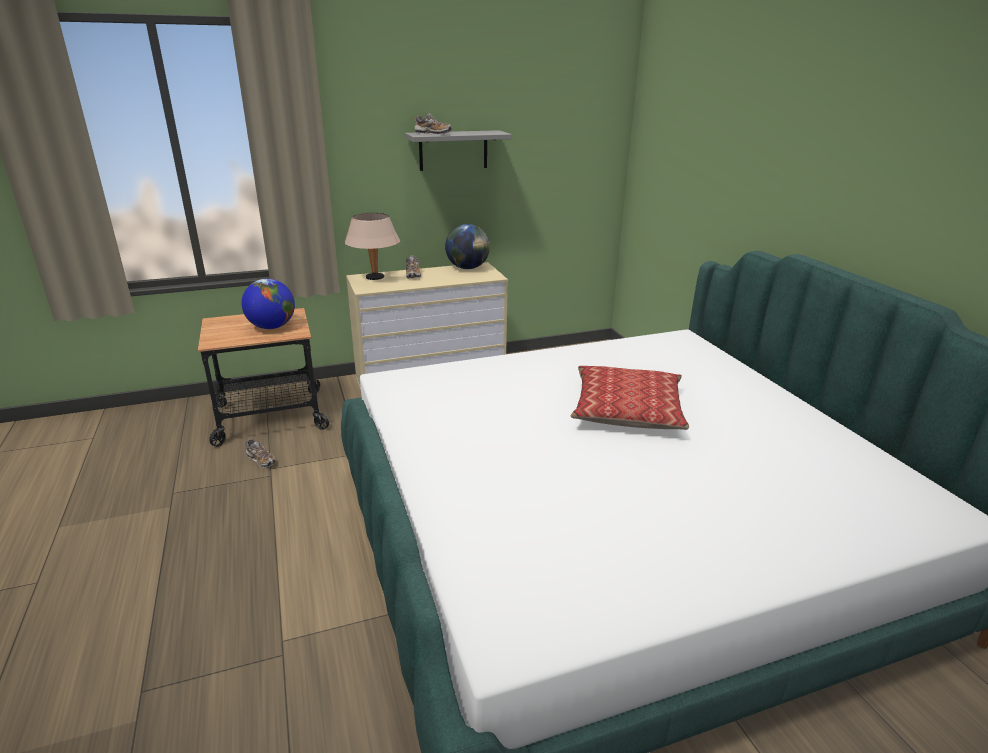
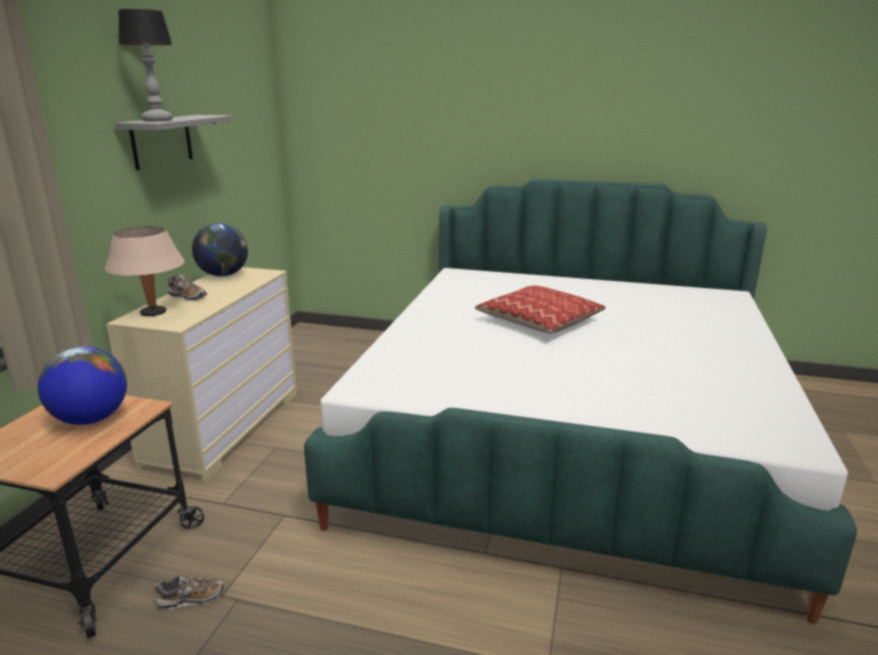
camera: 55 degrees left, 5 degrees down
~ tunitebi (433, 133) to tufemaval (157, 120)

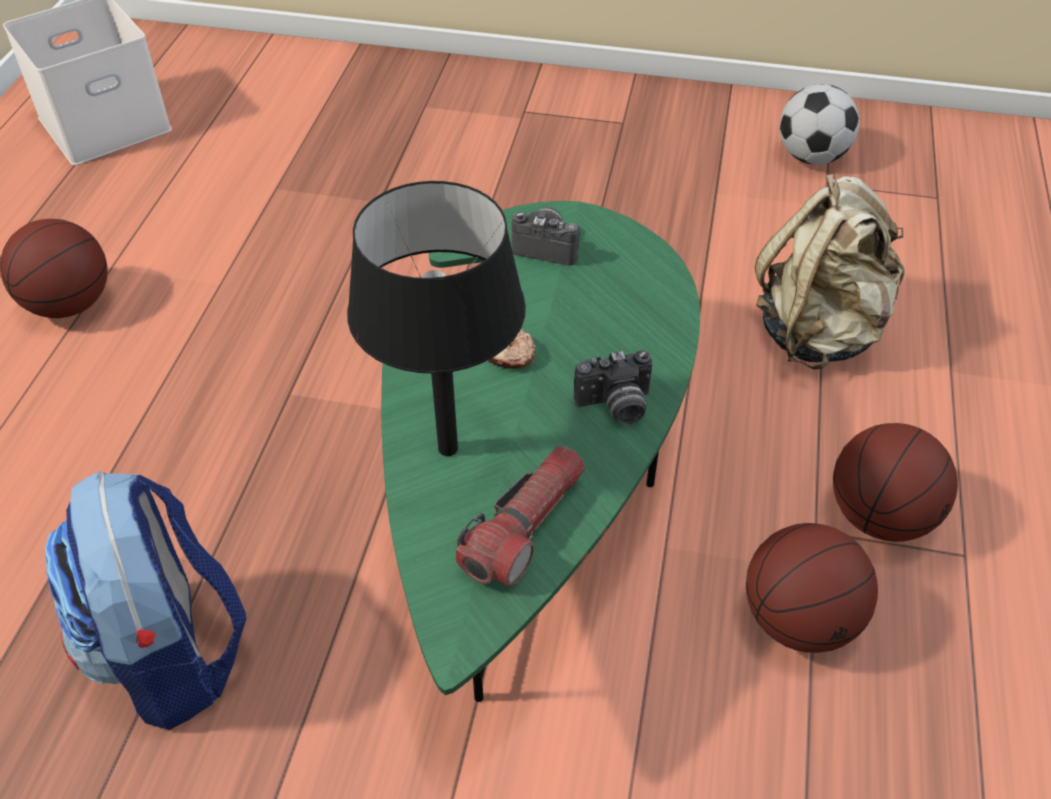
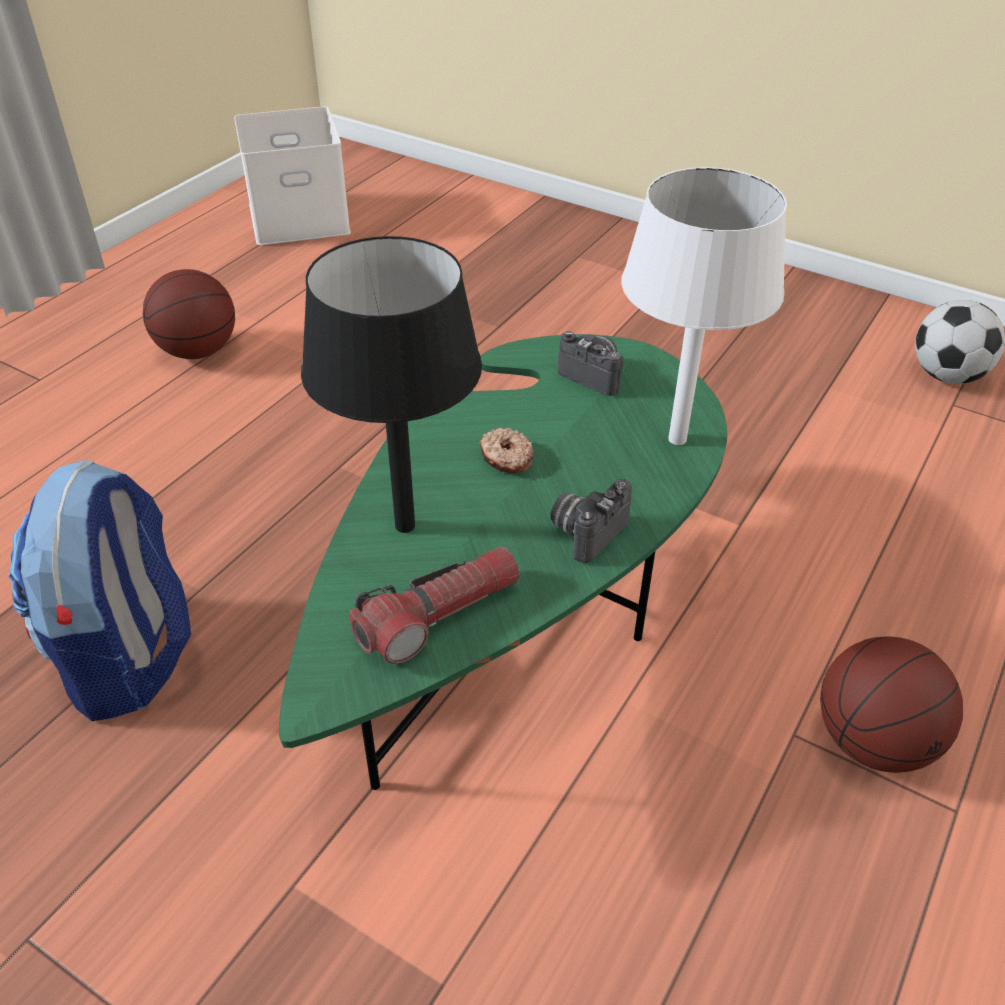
camera: 20 degrees right, 5 degrees down
- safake (798, 620)
- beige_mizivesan (819, 331)
+ white_tufemaval (677, 439)
~ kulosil (615, 407) = (586, 531) 120 degrees clockwise

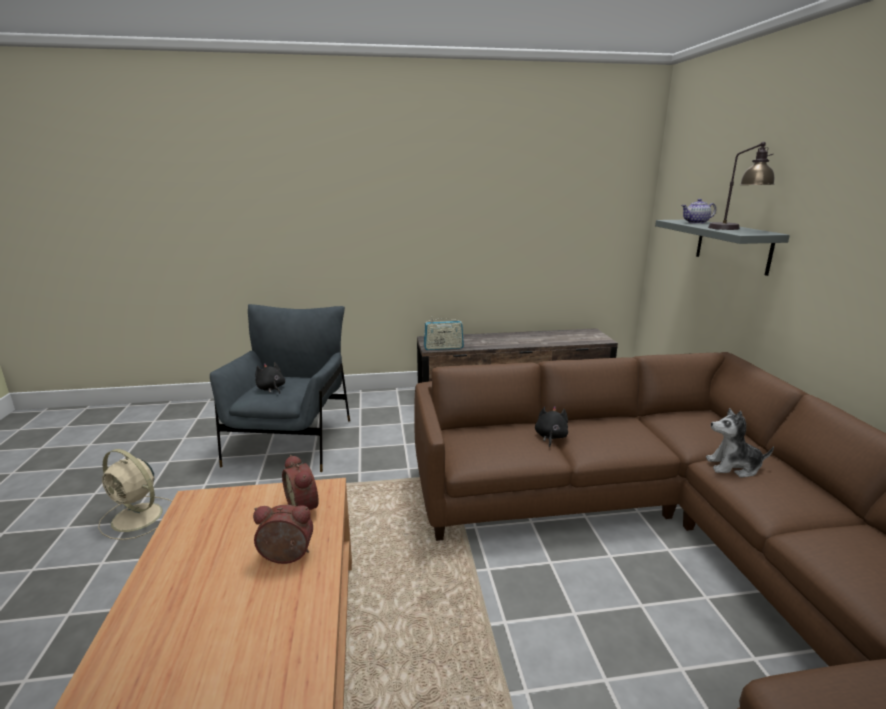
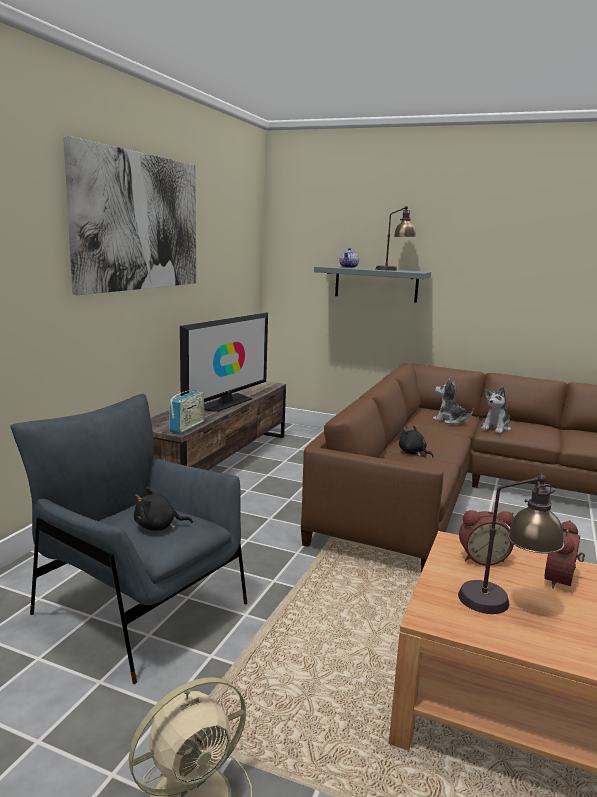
camera: 60 degrees left, 5 degrees down
+ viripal (138, 222)
+ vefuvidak (225, 403)
+ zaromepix (449, 420)
+ tufemaval (504, 603)

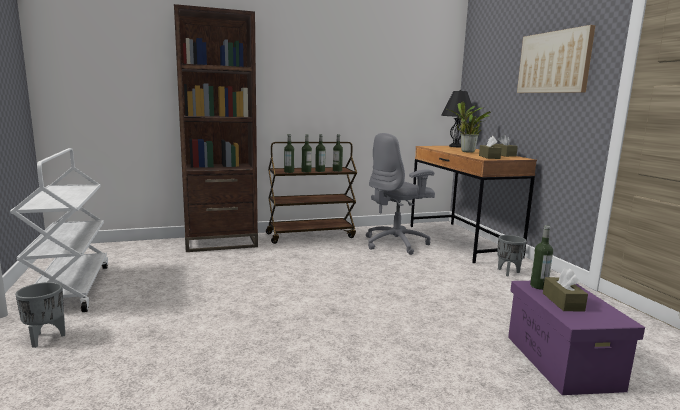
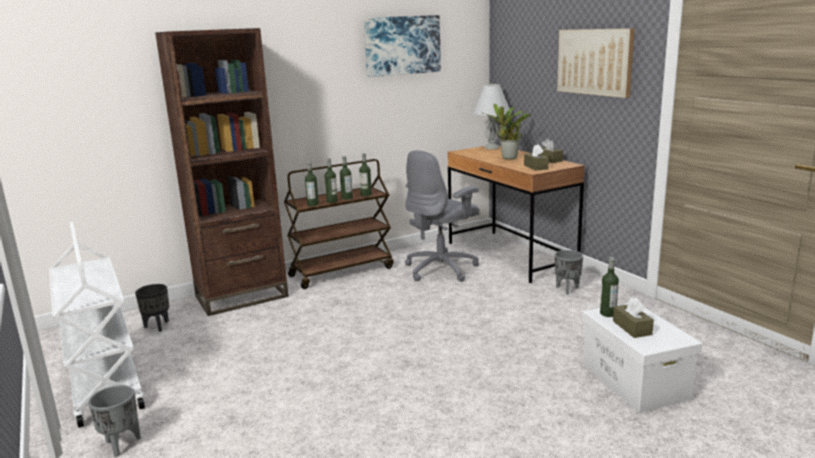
camera: 10 degrees left, 5 degrees up
+ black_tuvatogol (158, 326)
+ viripal (402, 45)
~ black_tufemaval (455, 146) to white_tufemaval (491, 147)
~ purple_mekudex (560, 361) to white_mekudex (633, 380)

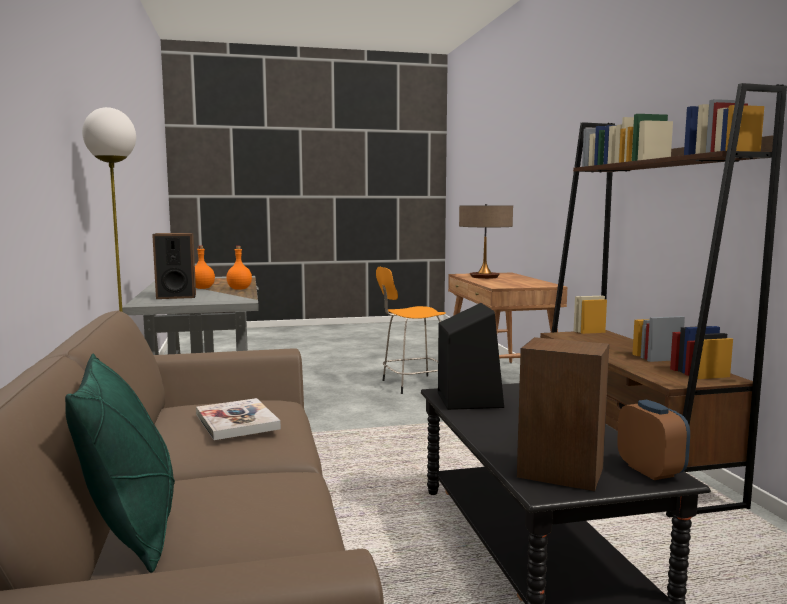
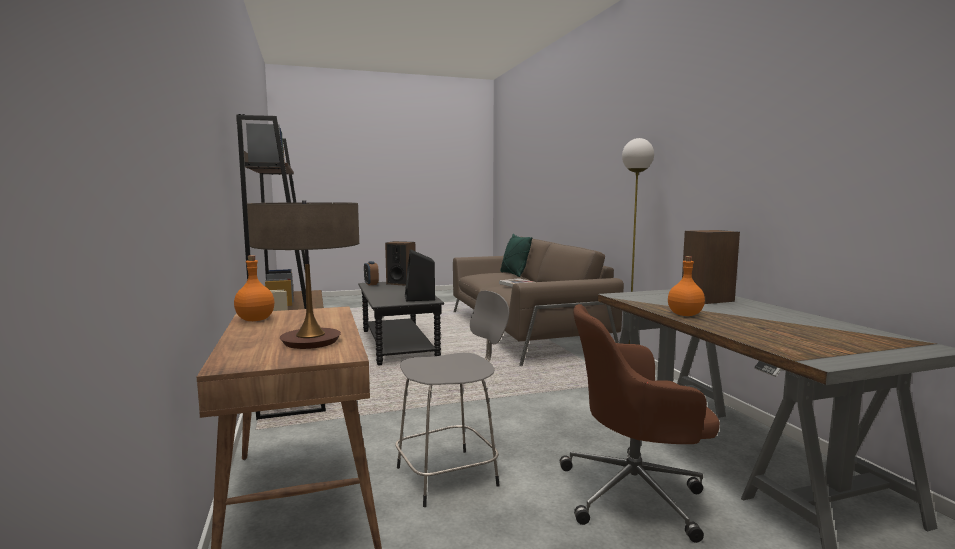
camera: 175 degrees right, 0 degrees up
+ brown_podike (635, 493)
~ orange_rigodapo (202, 288) to (255, 320)
~ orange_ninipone (412, 384) to grey_ninipone (450, 475)

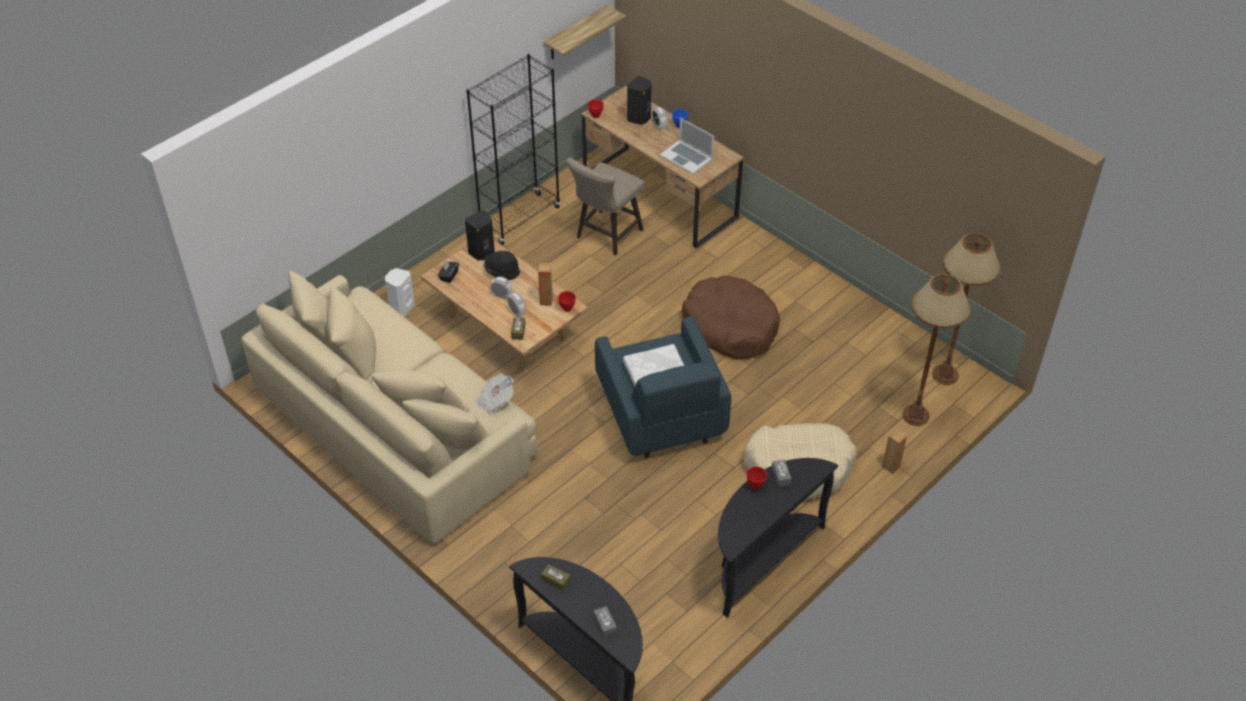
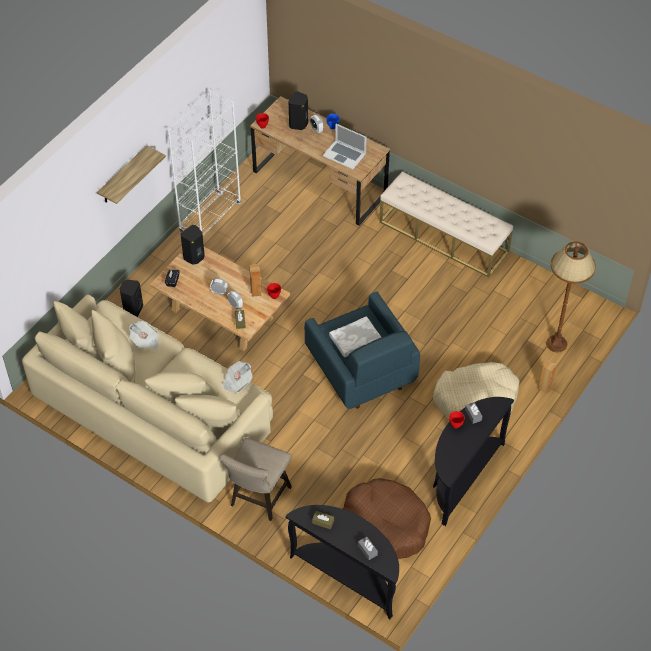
camera: 10 degrees left, 5 degrees up
- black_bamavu (502, 271)
- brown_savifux (945, 375)
+ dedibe (145, 341)
+ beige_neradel (444, 237)
~ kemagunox (576, 33) to (123, 176)
~ beige_ninipone (606, 236) to (258, 499)
~ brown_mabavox (730, 326) to (385, 524)
~ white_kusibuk (401, 308) to black_kusibuk (132, 309)
~ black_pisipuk (520, 219) to white_pisipuk (210, 218)

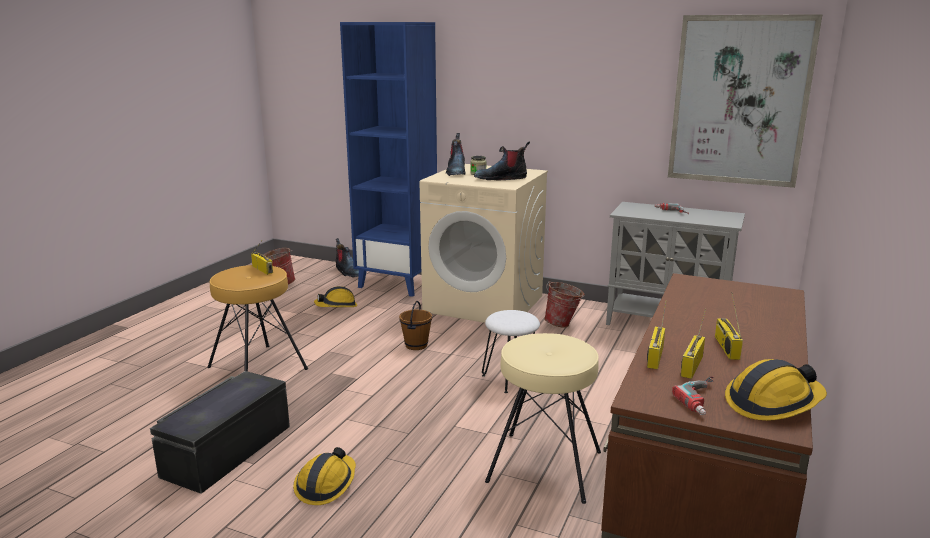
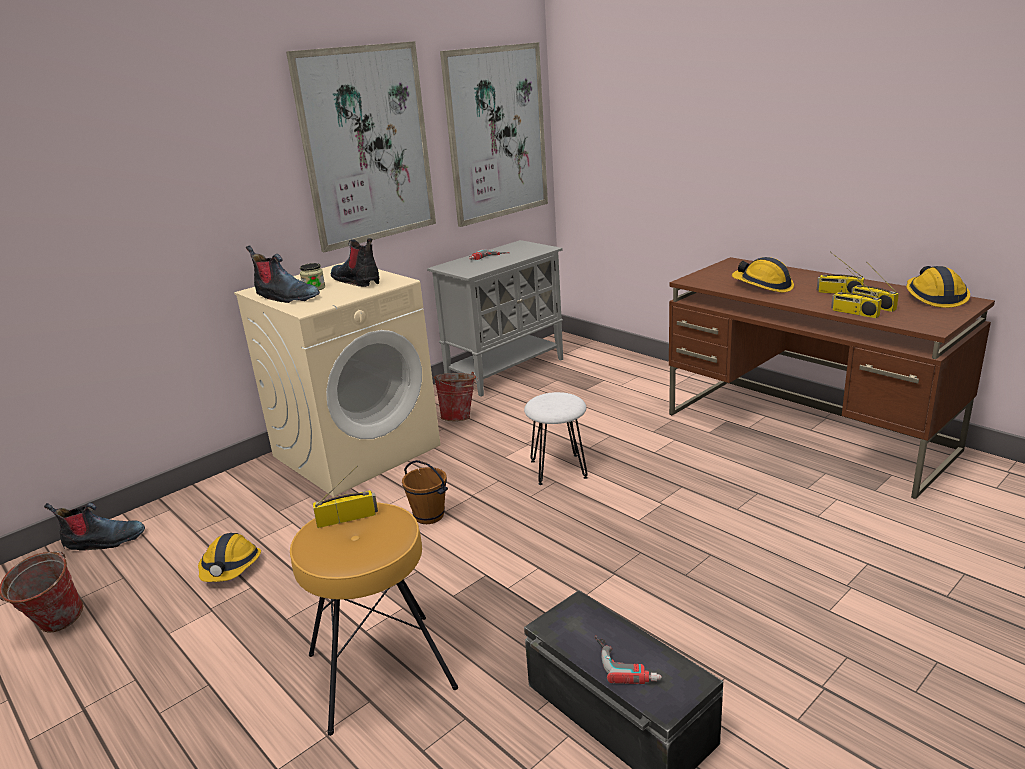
camera: 65 degrees left, 5 degrees up
- blue_pisipuk (398, 283)
- beige_ninipone (544, 465)
+ viripal (366, 146)
~ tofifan (326, 484) to (763, 286)
~ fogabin (706, 400) to (627, 662)
~ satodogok (501, 178) = (357, 281) 120 degrees clockwise

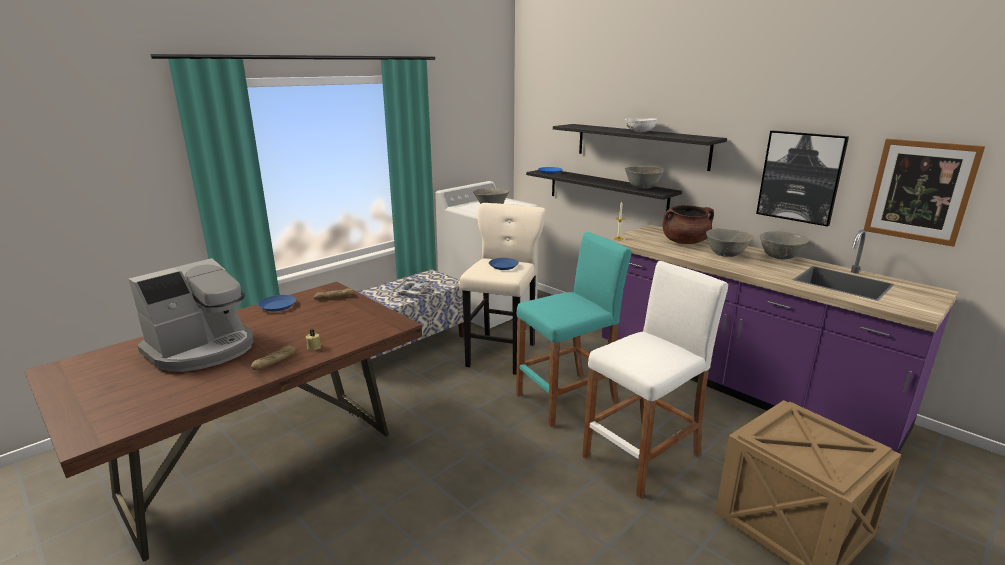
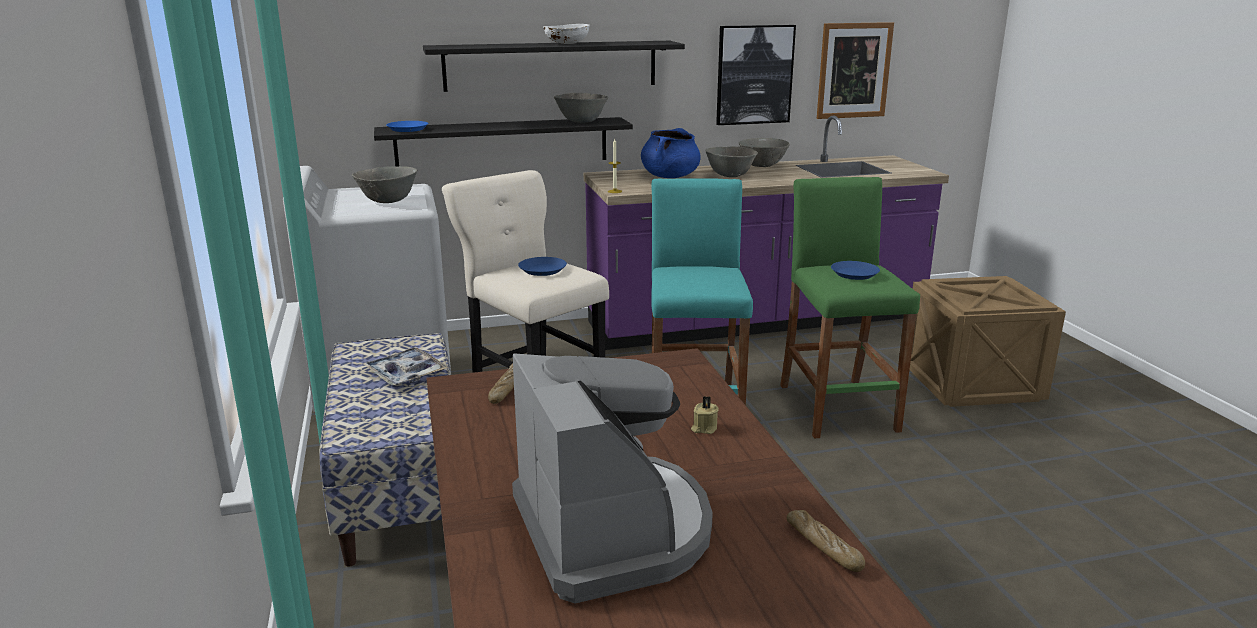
camera: 60 degrees left, 0 degrees up
~ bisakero (274, 361) to (823, 547)
~ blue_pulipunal (277, 306) to (854, 274)
~ white_ninipone (643, 456) to green_ninipone (837, 407)
~ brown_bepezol (685, 242) to blue_bepezol (670, 176)

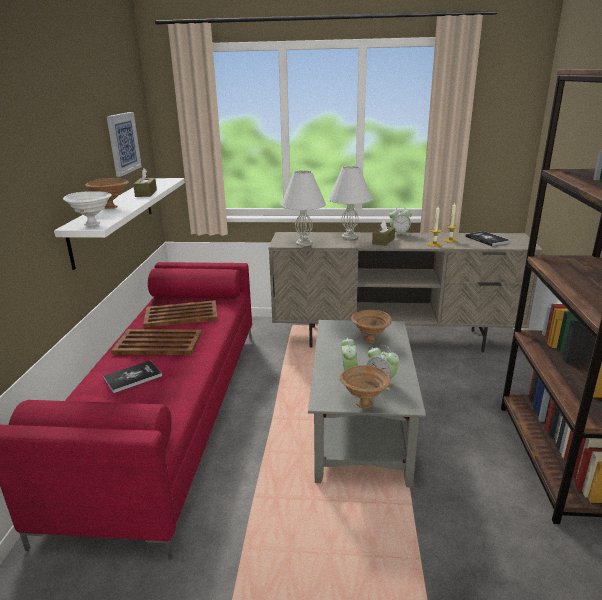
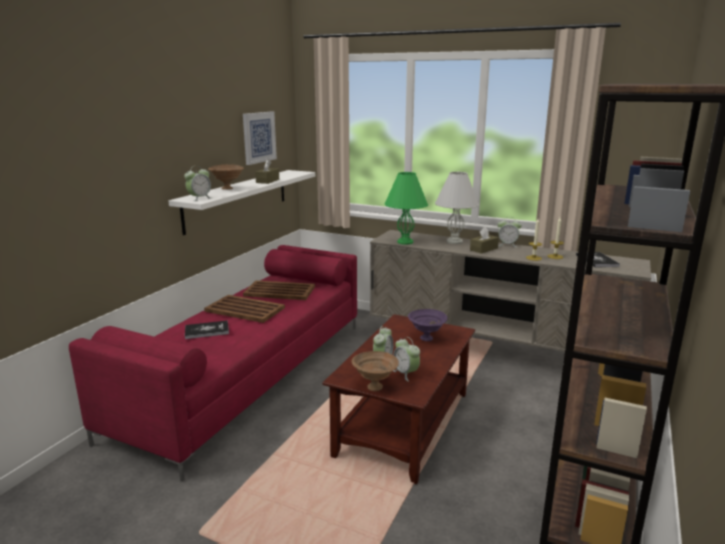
camera: 20 degrees right, 5 degrees down
~ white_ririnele (93, 223) to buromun (199, 198)
~ white_tufemaval (303, 243) to green_tufemaval (404, 242)
~ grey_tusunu (360, 427) to brown_tusunu (404, 422)
~ brown_ririnele (371, 340) to purple_ririnele (427, 339)

